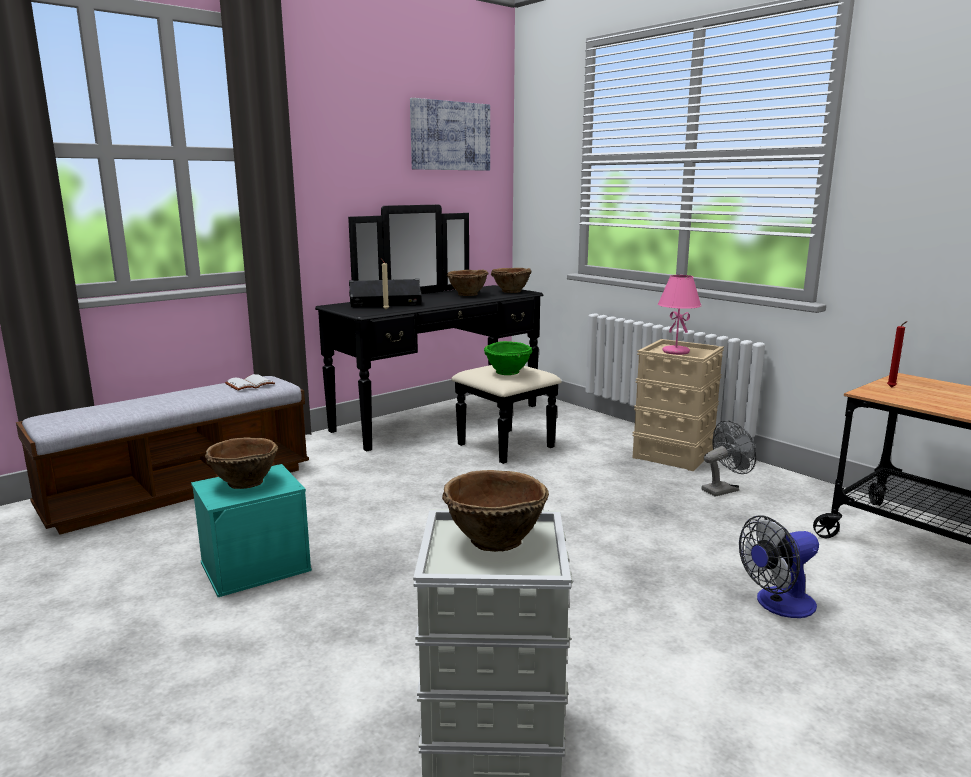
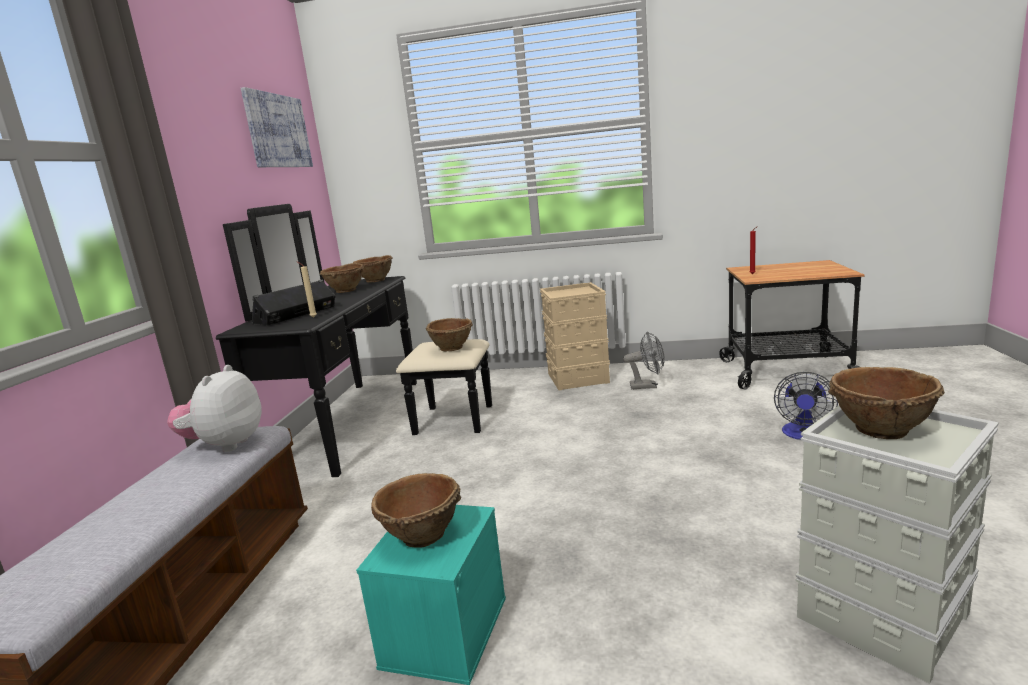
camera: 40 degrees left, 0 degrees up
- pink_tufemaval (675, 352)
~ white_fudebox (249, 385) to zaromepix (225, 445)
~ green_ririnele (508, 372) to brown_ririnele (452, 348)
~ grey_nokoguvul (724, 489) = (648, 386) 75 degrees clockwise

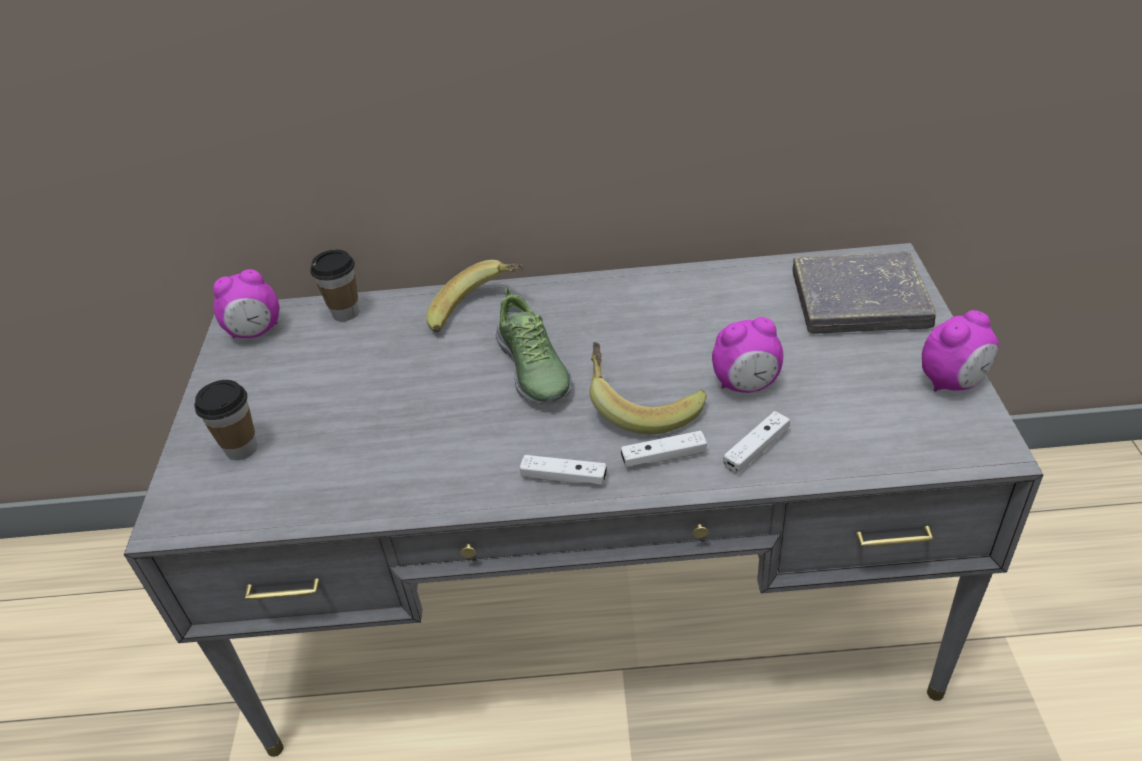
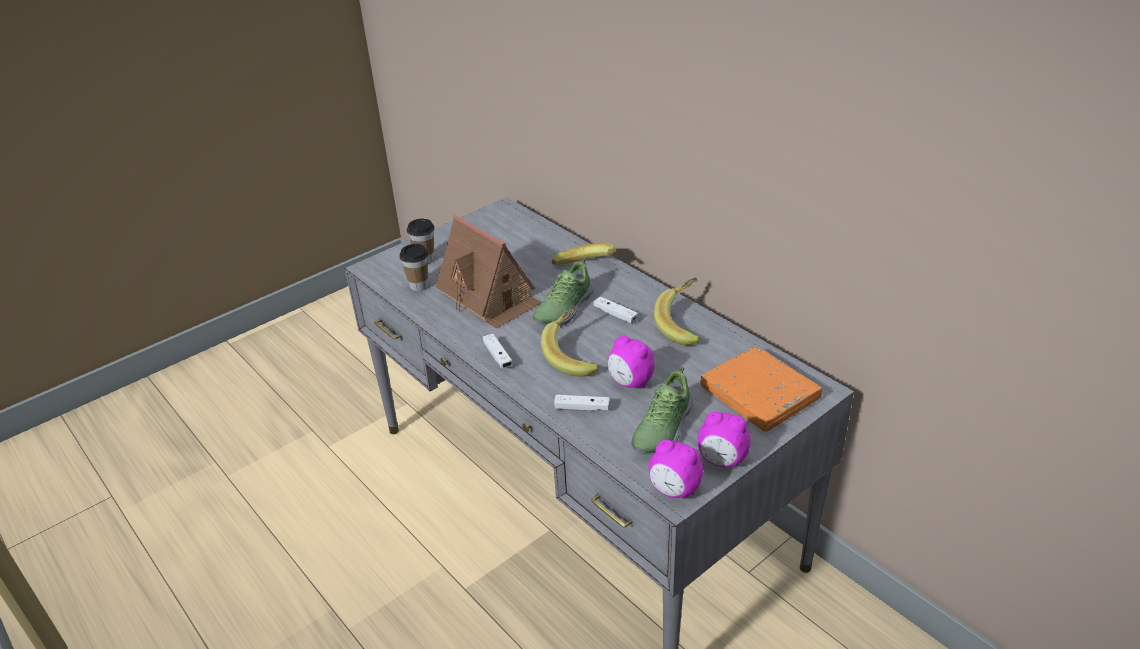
camera: 50 degrees right, 5 degrees down
+ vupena (489, 297)
+ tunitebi (661, 428)
+ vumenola (685, 325)
~ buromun (256, 332) to (674, 490)
~ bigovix (345, 312) to (419, 286)
~ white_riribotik (663, 457) to (615, 315)
~ grey_fudebox (859, 301) to orange_fudebox (759, 393)

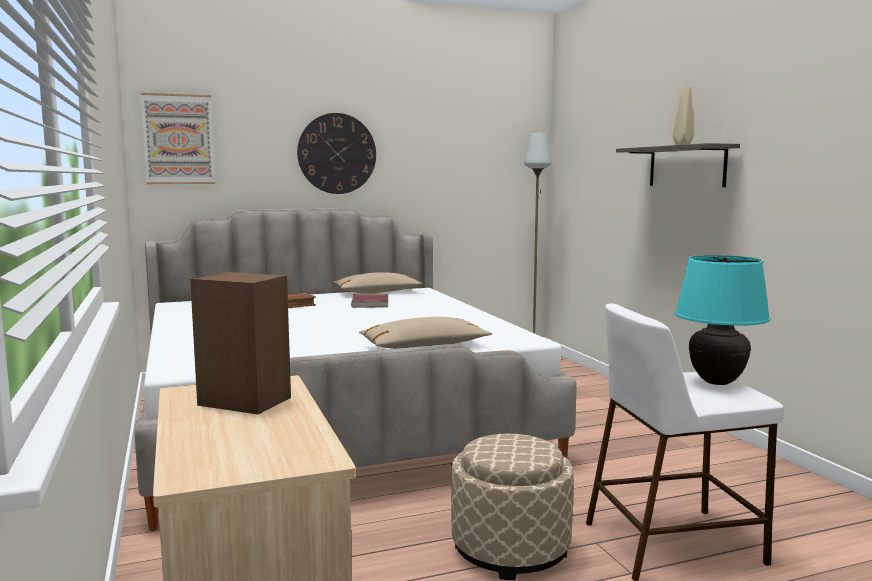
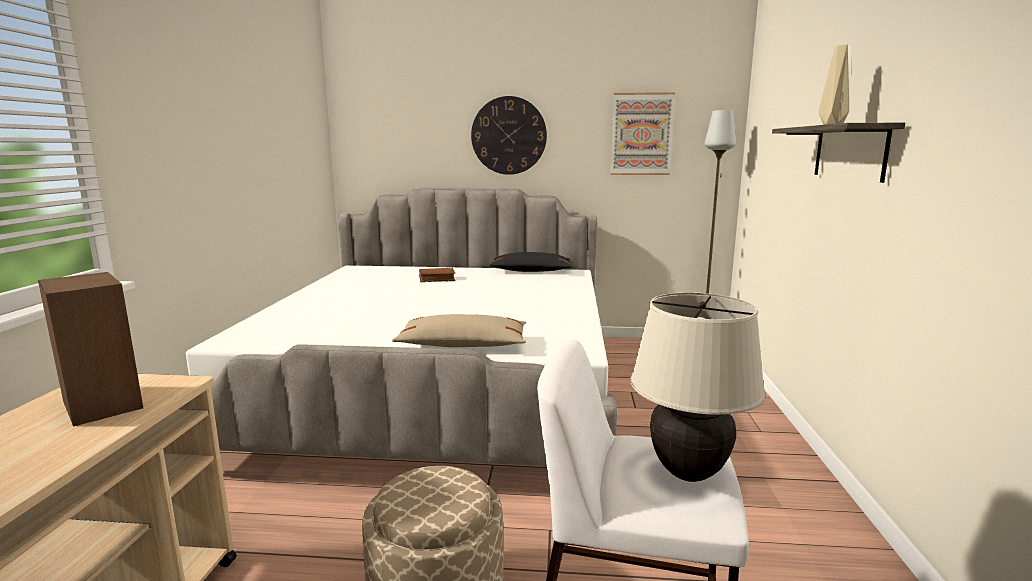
camera: 25 degrees right, 5 degrees up
- red_fudebox (371, 303)
~ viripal (178, 139) to (641, 134)
~ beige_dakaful (377, 292) to black_dakaful (531, 271)
~ turquoise_tufemaval (716, 382) to beige_tufemaval (688, 473)

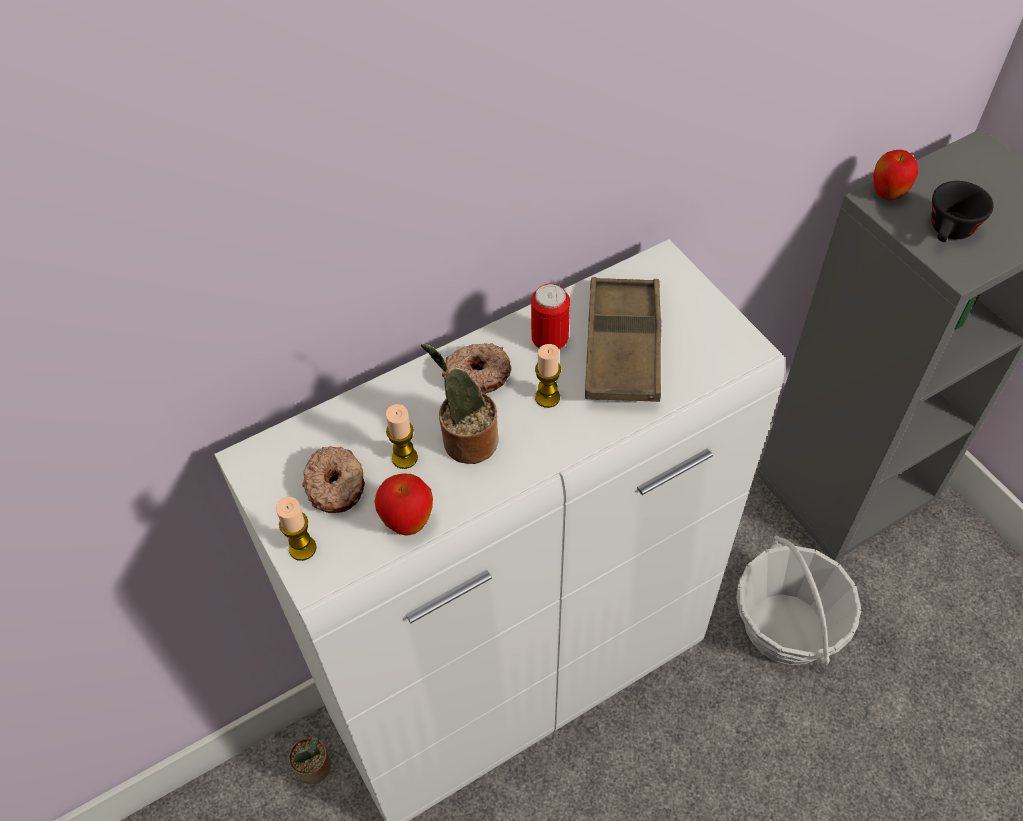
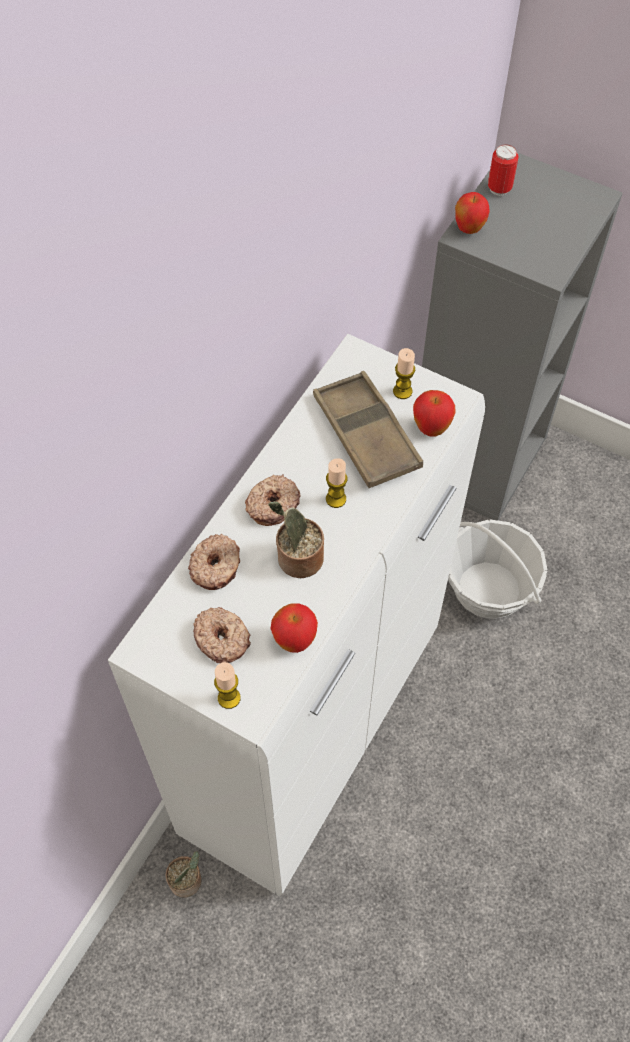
camera: 30 degrees left, 5 degrees up
- black_bigovix (949, 233)
+ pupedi (216, 567)
+ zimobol (431, 428)
~ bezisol (404, 458) to (402, 391)
~ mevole (549, 341) to (499, 188)

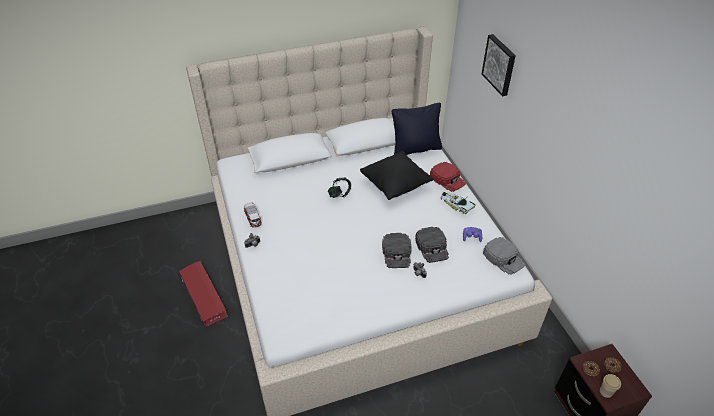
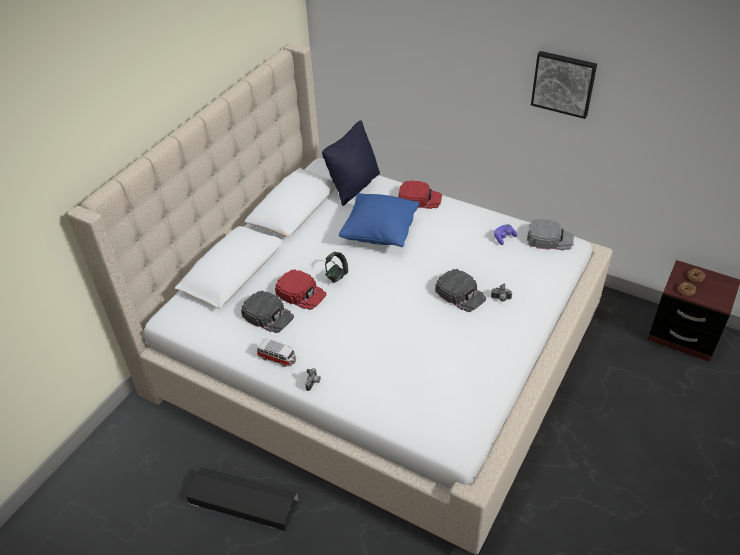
camera: 40 degrees left, 0 degrees up
- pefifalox (457, 203)
- bigovix (606, 392)
+ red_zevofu (301, 293)
~ black_zevofu (432, 247) to (268, 315)
~ viripal (500, 64) to (563, 83)
~ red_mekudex (203, 295) to black_mekudex (243, 502)
~ black_dakaful (395, 186) to blue_dakaful (380, 233)

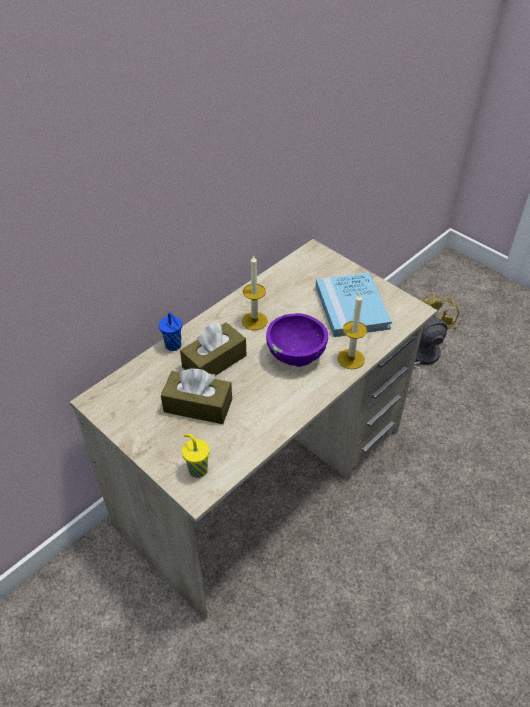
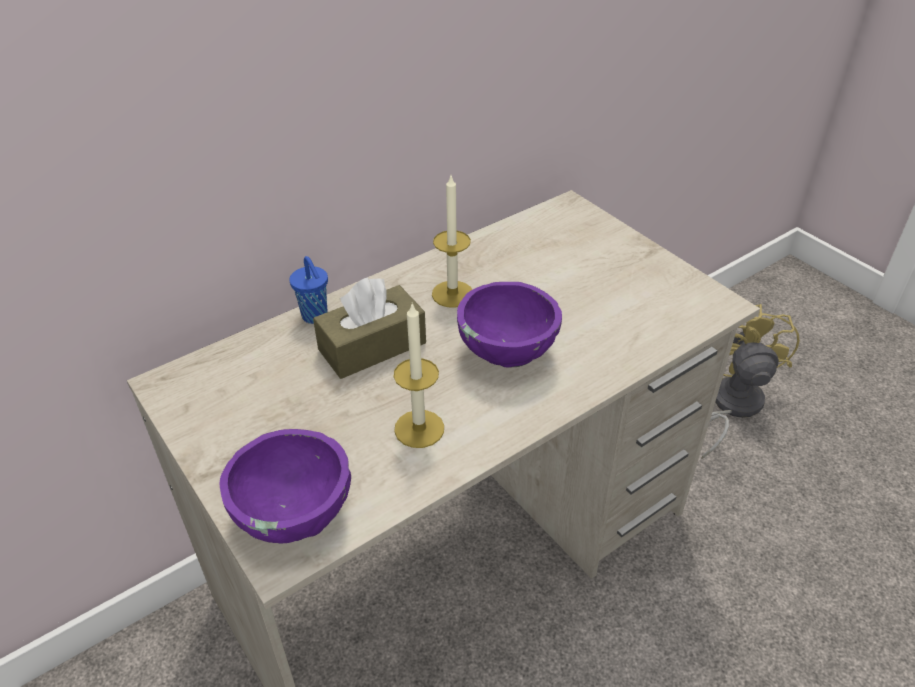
camera: 10 degrees right, 5 degrees down
- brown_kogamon (198, 405)
- blue_fudebox (351, 307)
~ bezisol (350, 359) to (419, 429)
~ yellow_bigovix (197, 469) to purple_ririnele (293, 515)

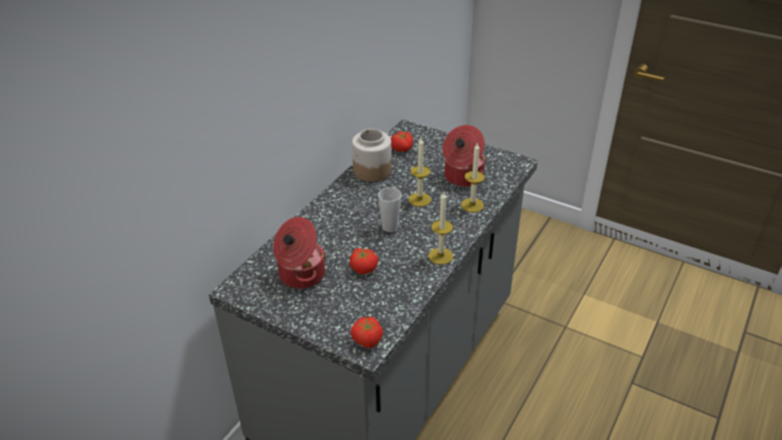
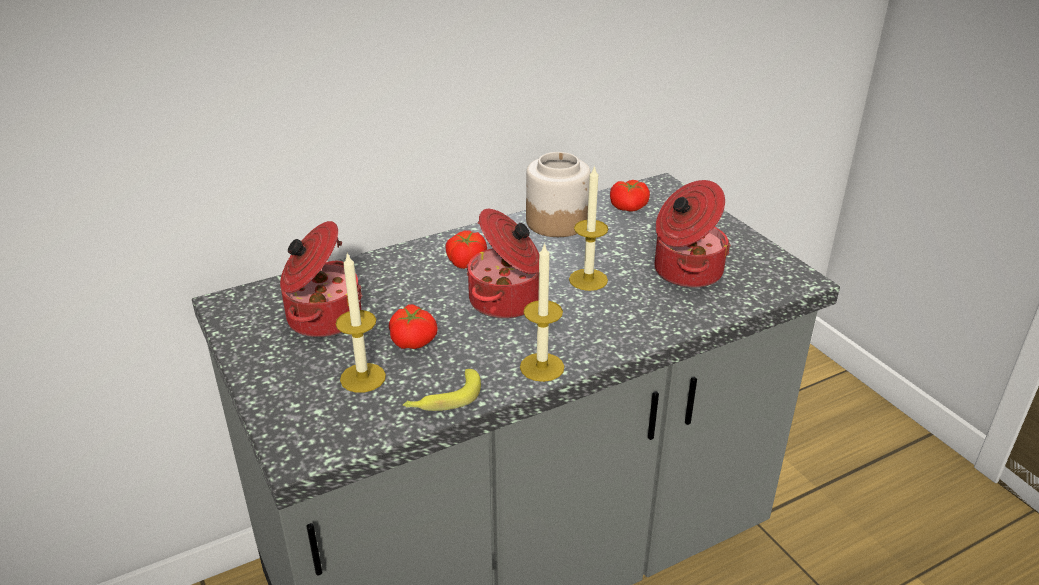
camera: 30 degrees right, 5 degrees down
+ vumenola (443, 399)
~ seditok (367, 339) to (466, 262)
~ bezisol (472, 205) to (363, 378)
~ bigovix (390, 227) to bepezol (507, 301)

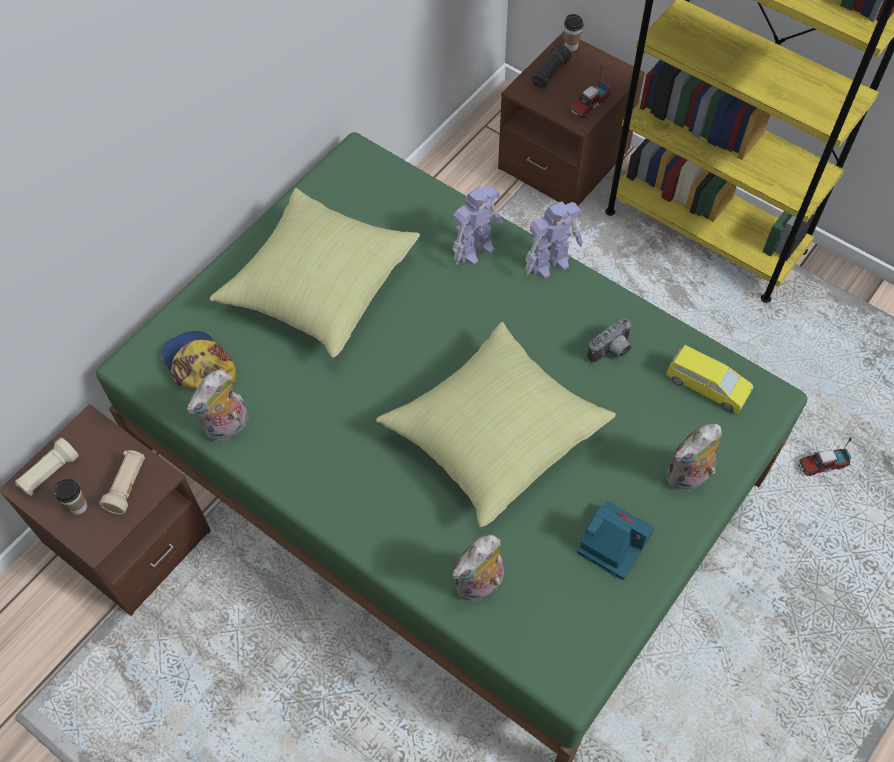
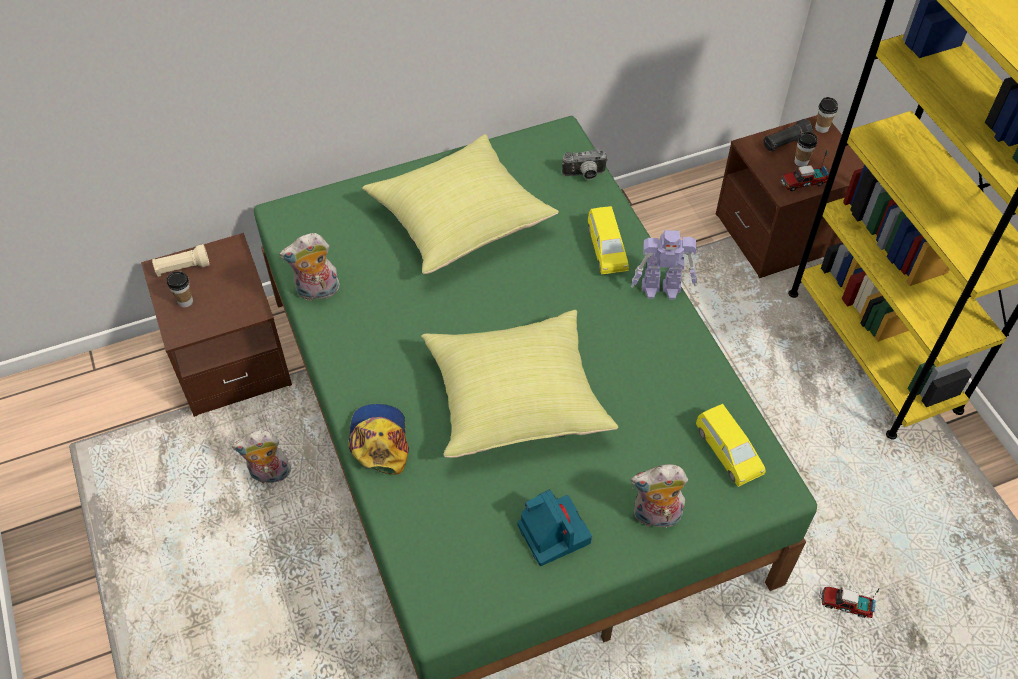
camera: 30 degrees right, 5 degrees down
- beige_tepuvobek (127, 486)
+ bigovix (801, 162)
~ zevofu (199, 365) to (379, 441)
~ zaromepix (480, 586) to (269, 475)
~ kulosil (612, 352) to (584, 175)
~ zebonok (475, 248) to yellow_pefifalox (606, 248)

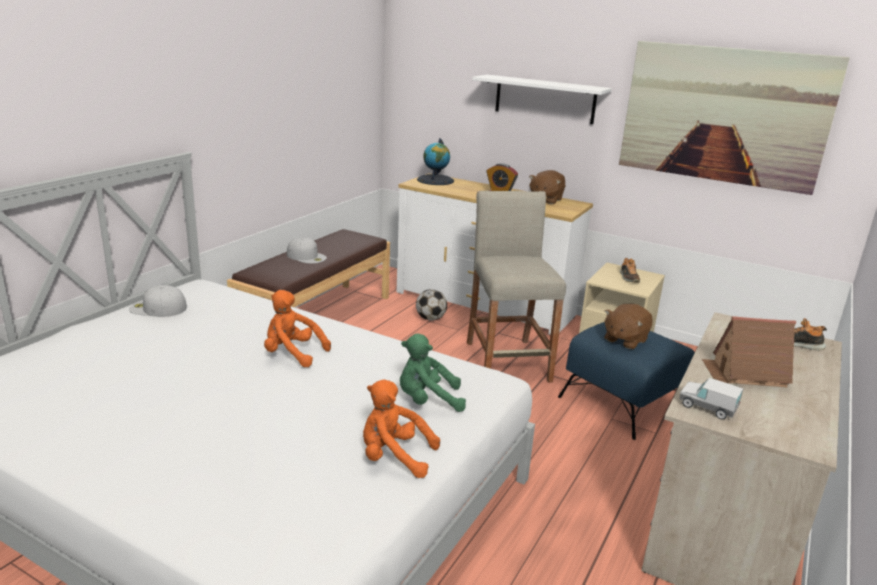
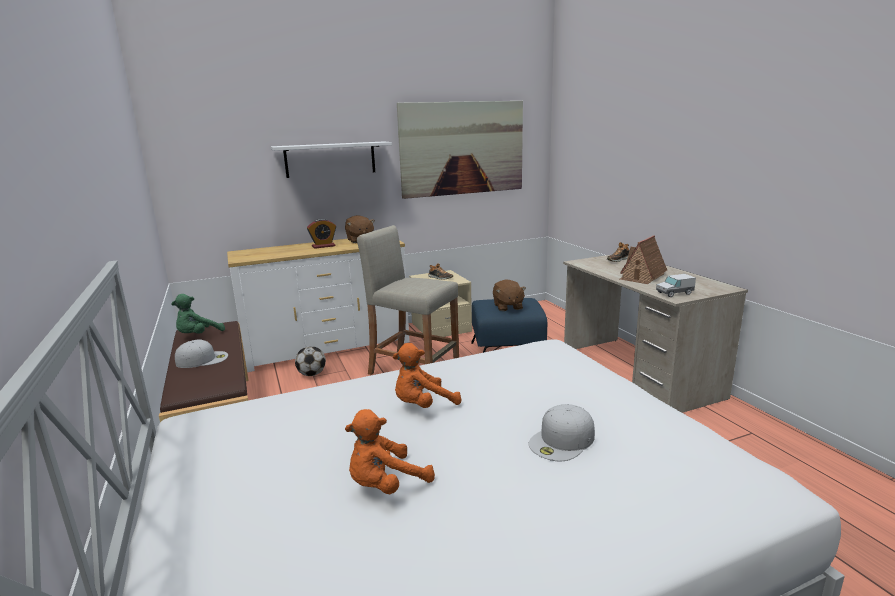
camera: 50 degrees left, 5 degrees down
- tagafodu (435, 180)
~ white_zevofu (157, 308) to (562, 441)
~ orange_zaromepix (394, 457) to (386, 485)
~ green_zaromepix (427, 401) to (198, 336)

